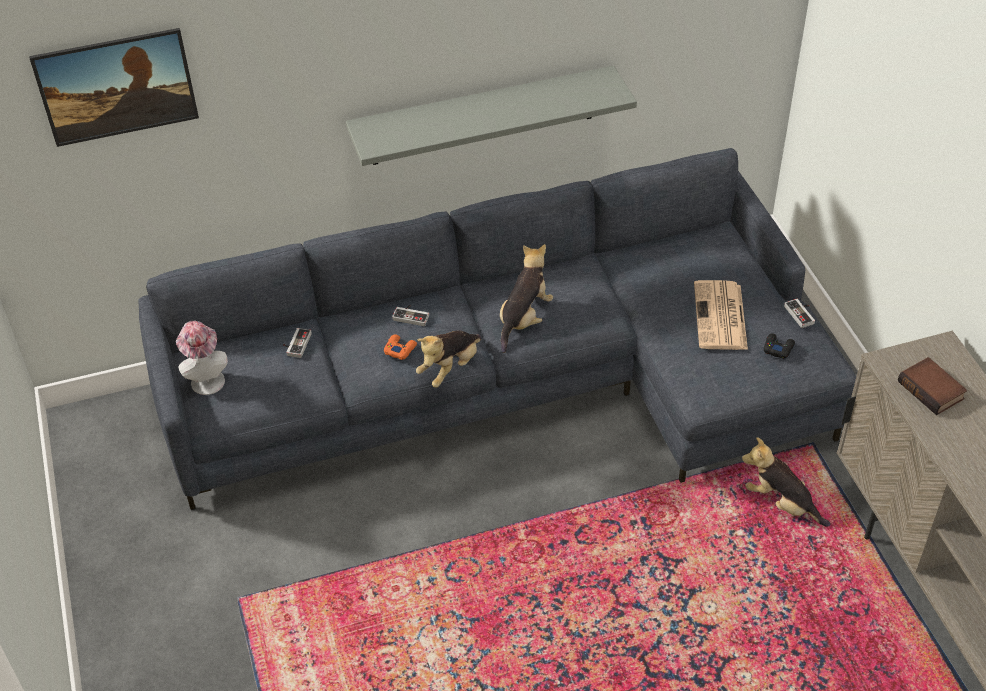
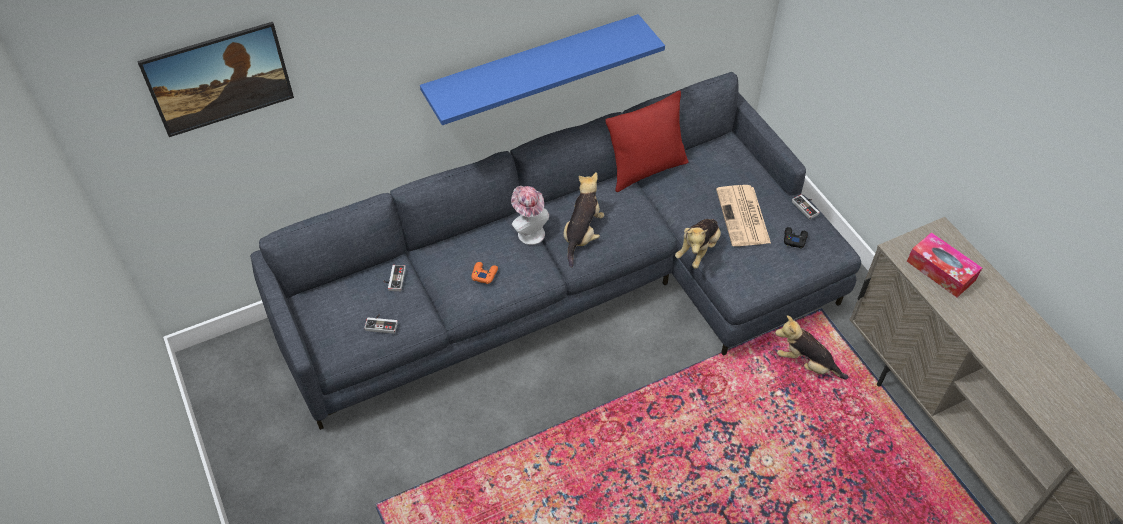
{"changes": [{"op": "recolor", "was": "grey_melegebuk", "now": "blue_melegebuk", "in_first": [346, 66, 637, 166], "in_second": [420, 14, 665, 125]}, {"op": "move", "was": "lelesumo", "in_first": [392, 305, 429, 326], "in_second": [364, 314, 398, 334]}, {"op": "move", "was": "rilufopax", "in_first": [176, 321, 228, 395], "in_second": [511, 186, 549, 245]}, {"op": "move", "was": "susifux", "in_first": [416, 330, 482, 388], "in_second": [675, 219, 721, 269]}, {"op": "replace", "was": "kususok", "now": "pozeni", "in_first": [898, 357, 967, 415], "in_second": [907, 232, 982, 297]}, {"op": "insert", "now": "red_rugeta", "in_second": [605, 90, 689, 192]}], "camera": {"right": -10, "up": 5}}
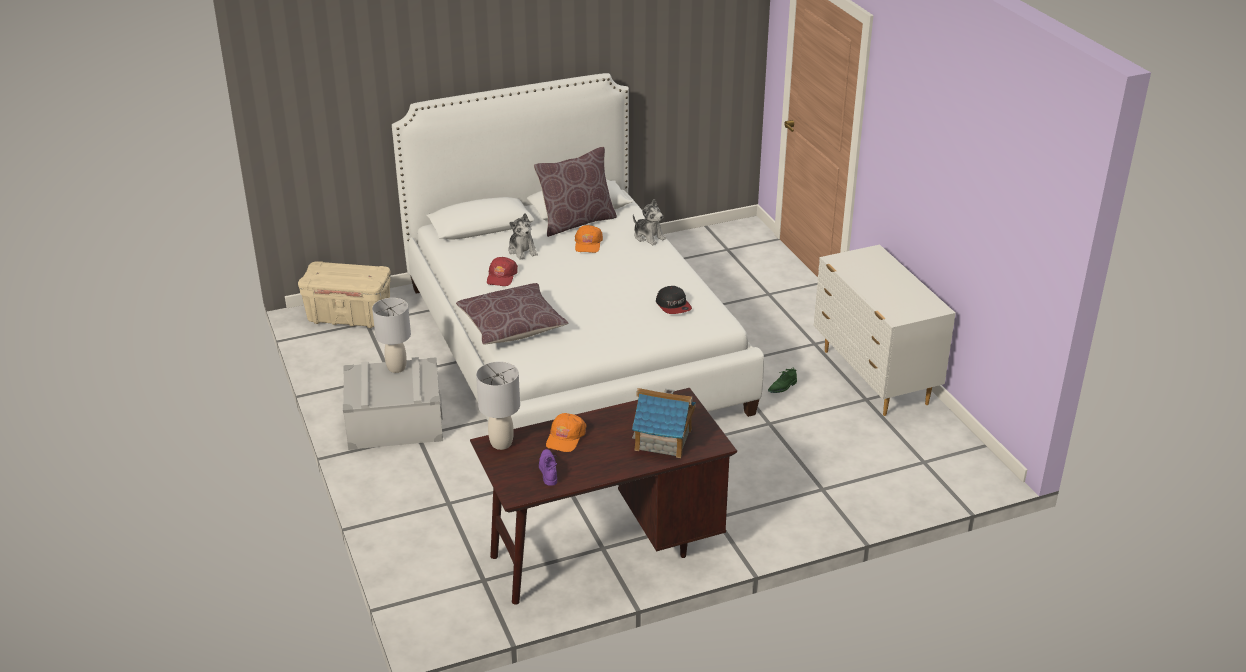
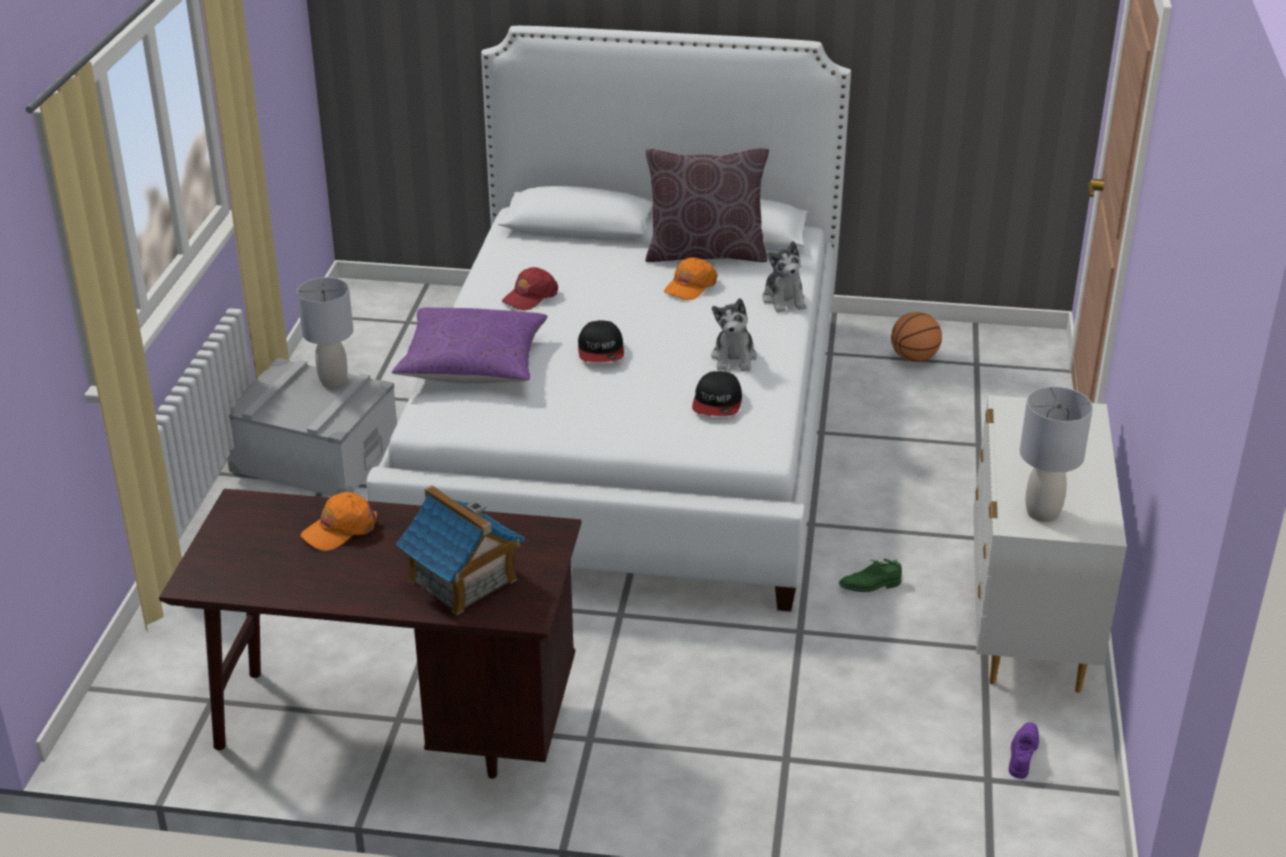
{"changes": [{"op": "move", "was": "susifux", "in_first": [508, 213, 538, 260], "in_second": [711, 298, 757, 371]}, {"op": "delete", "was": "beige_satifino", "in_first": [298, 261, 391, 328]}, {"op": "recolor", "was": "brown_rugeta", "now": "purple_rugeta", "in_first": [456, 283, 568, 345], "in_second": [392, 307, 548, 384]}, {"op": "move", "was": "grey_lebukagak", "in_first": [476, 361, 520, 450], "in_second": [1020, 387, 1093, 522]}, {"op": "move", "was": "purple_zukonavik", "in_first": [539, 449, 557, 486], "in_second": [1009, 722, 1039, 779]}, {"op": "insert", "now": "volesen", "in_second": [891, 312, 942, 362]}, {"op": "insert", "now": "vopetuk", "in_second": [578, 320, 624, 362]}], "camera": {"right": 30, "up": 0}}
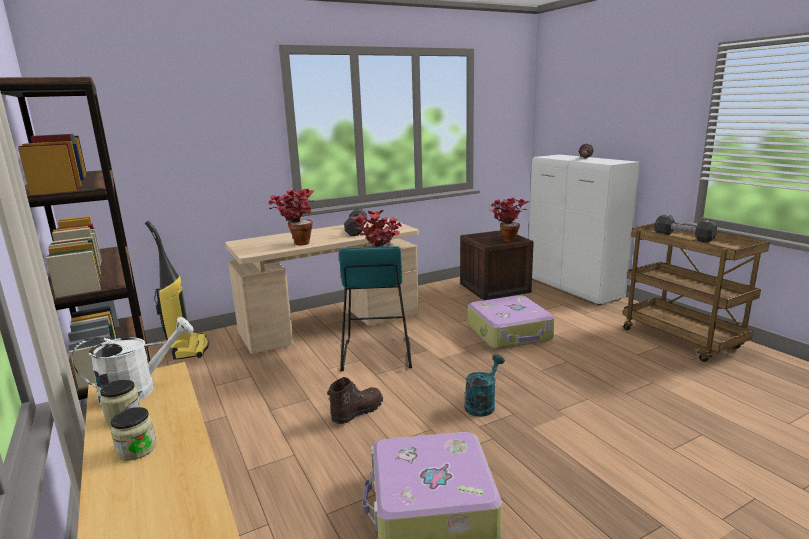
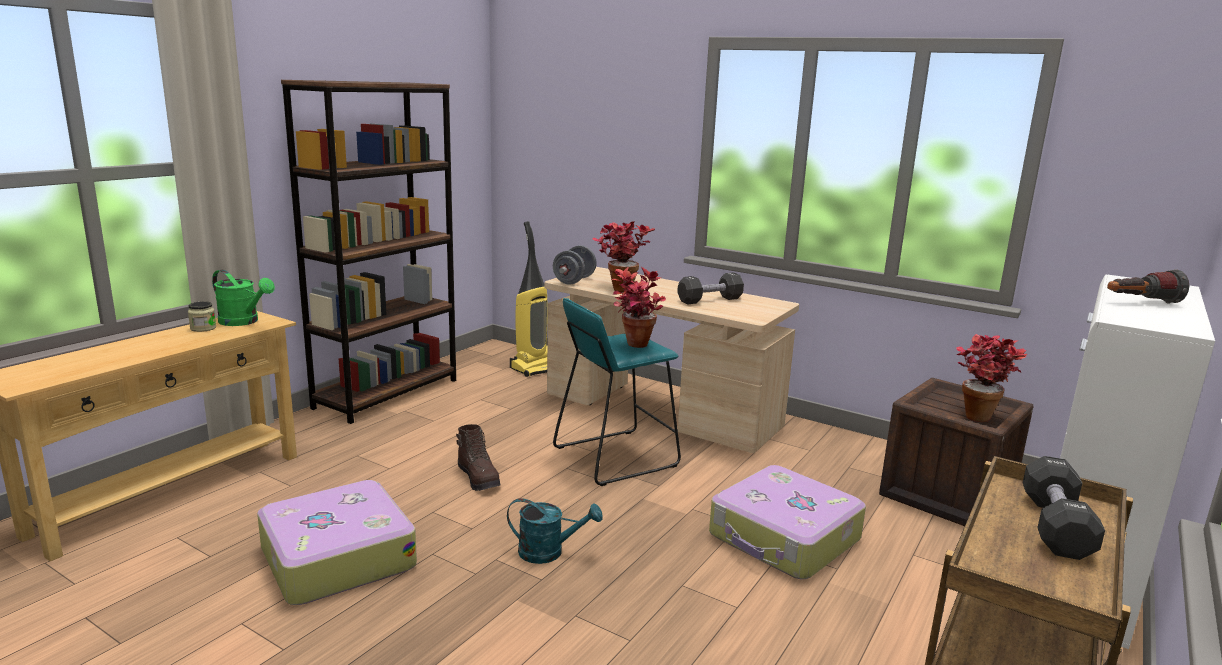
{"changes": [{"op": "recolor", "was": "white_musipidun", "now": "green_musipidun", "in_first": [72, 317, 194, 404], "in_second": [212, 270, 275, 326]}, {"op": "rotate", "was": "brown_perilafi", "in_first": [327, 377, 383, 424], "in_second": [456, 424, 501, 491], "clockwise": 45}, {"op": "delete", "was": "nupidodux", "in_first": [110, 407, 157, 461]}, {"op": "insert", "now": "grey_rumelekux", "in_second": [553, 245, 596, 285]}], "camera": {"right": 60, "up": 0}}
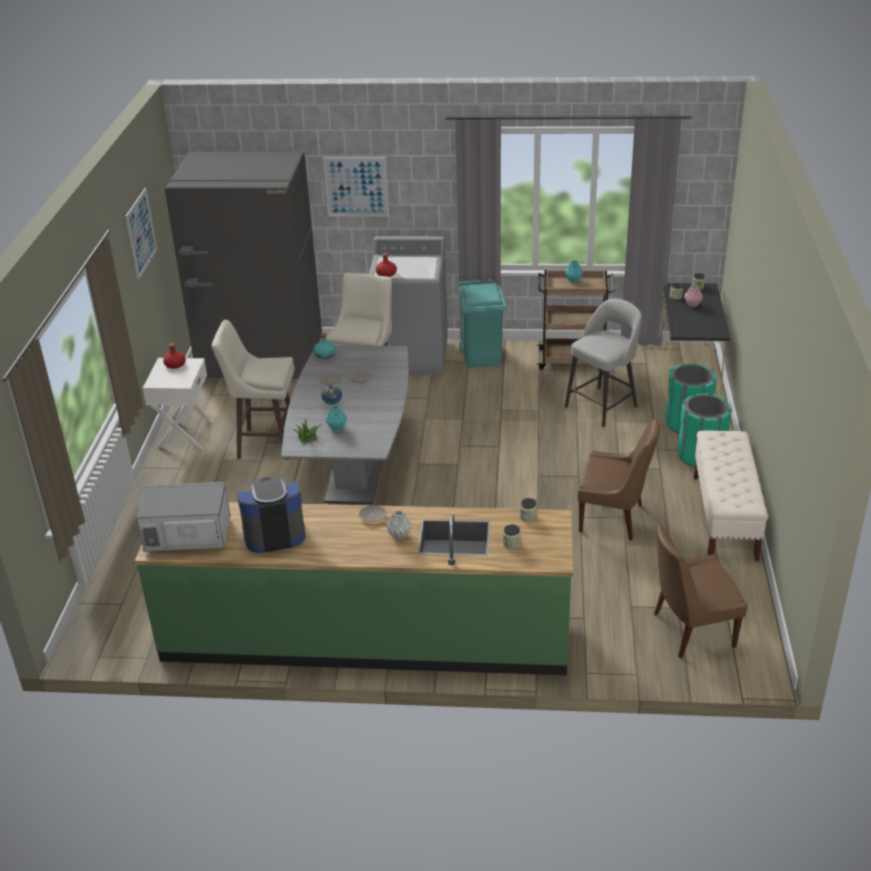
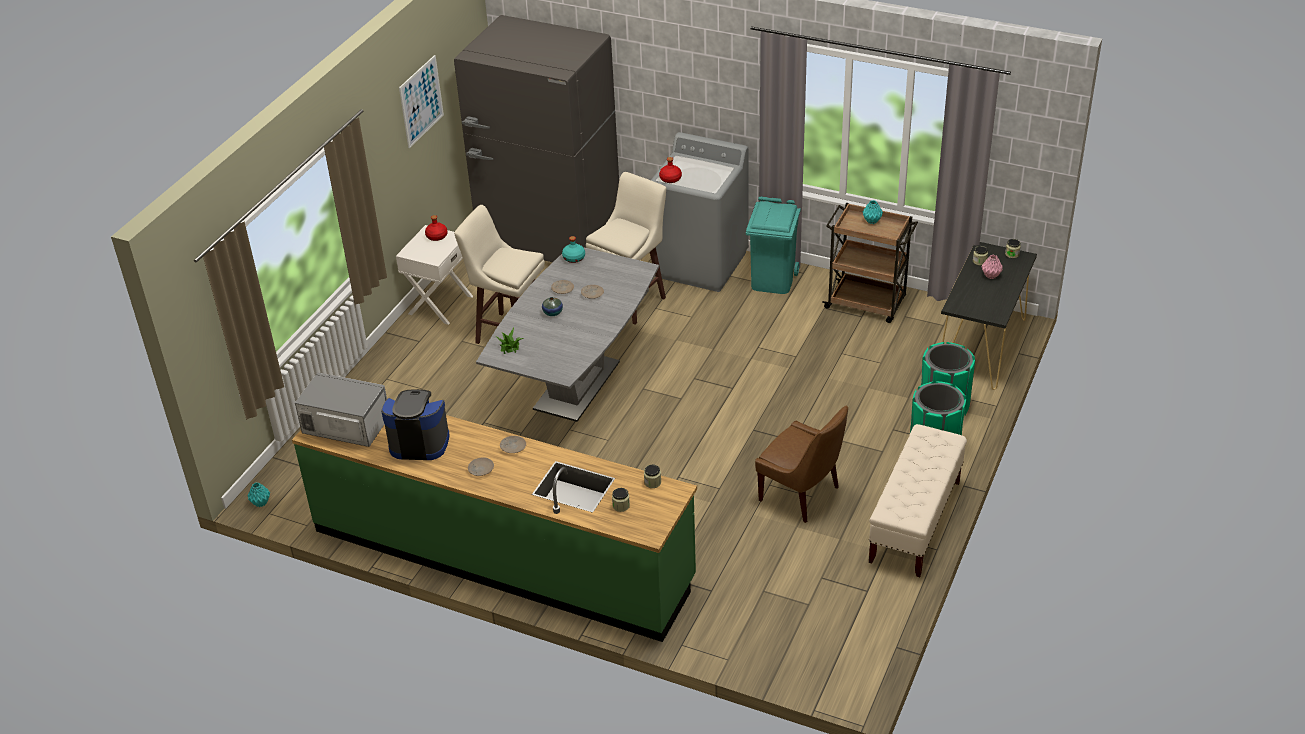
{"changes": [{"op": "delete", "was": "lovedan", "in_first": [323, 157, 389, 217]}, {"op": "delete", "was": "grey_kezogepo", "in_first": [565, 299, 642, 427]}, {"op": "move", "was": "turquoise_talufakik", "in_first": [326, 406, 347, 431], "in_second": [248, 483, 270, 507]}, {"op": "delete", "was": "grey_talufakik", "in_first": [386, 510, 412, 540]}, {"op": "delete", "was": "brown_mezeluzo", "in_first": [654, 524, 748, 659]}, {"op": "insert", "now": "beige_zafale", "in_second": [468, 457, 494, 476]}], "camera": {"right": 20, "up": 5}}
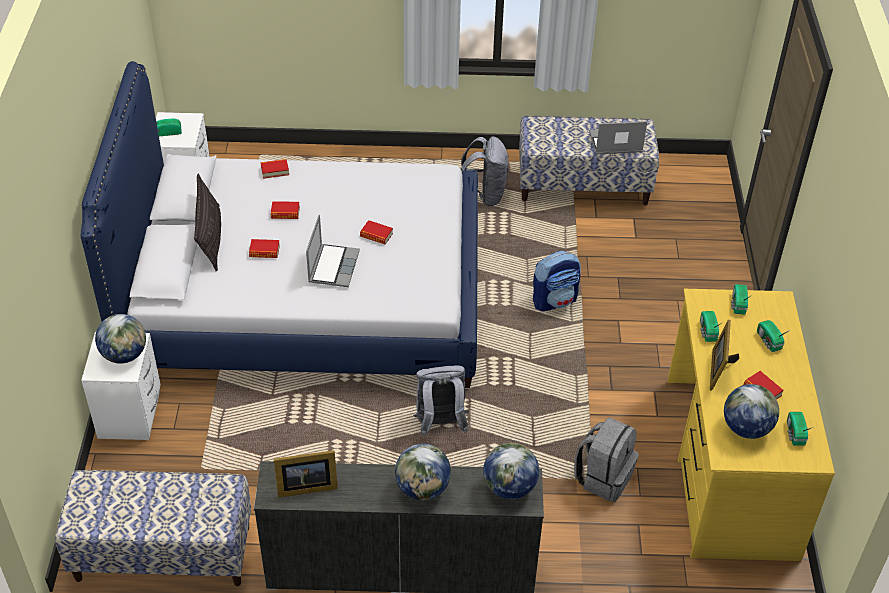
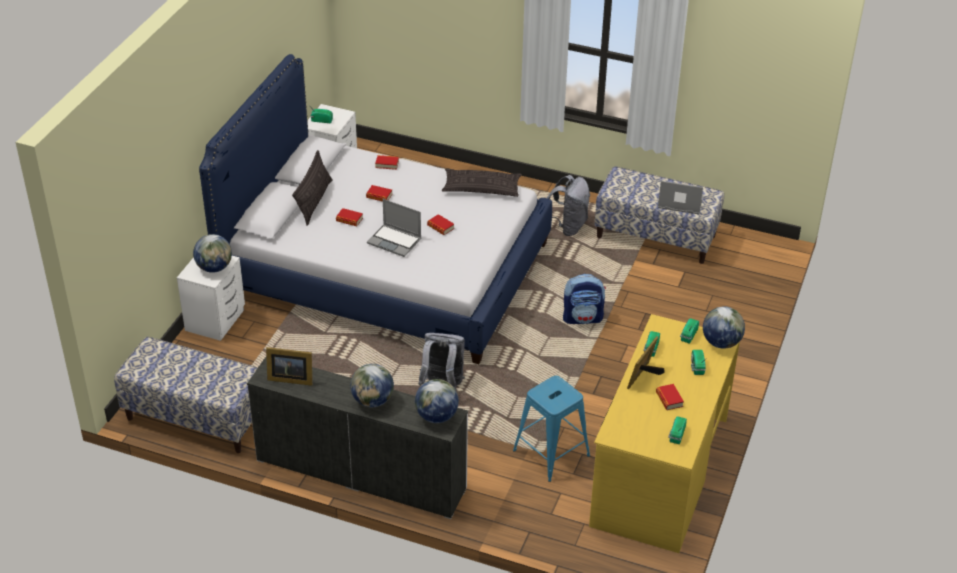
{"changes": [{"op": "rotate", "was": "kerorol", "in_first": [306, 215, 360, 287], "in_second": [367, 199, 421, 257], "clockwise": 90}, {"op": "move", "was": "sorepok", "in_first": [724, 384, 779, 439], "in_second": [703, 306, 745, 349]}, {"op": "replace", "was": "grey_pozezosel", "now": "blue_kezogepo", "in_first": [574, 417, 639, 502], "in_second": [513, 376, 590, 482]}, {"op": "insert", "now": "rugeta", "in_second": [442, 168, 522, 197]}], "camera": {"right": 20, "up": -5}}
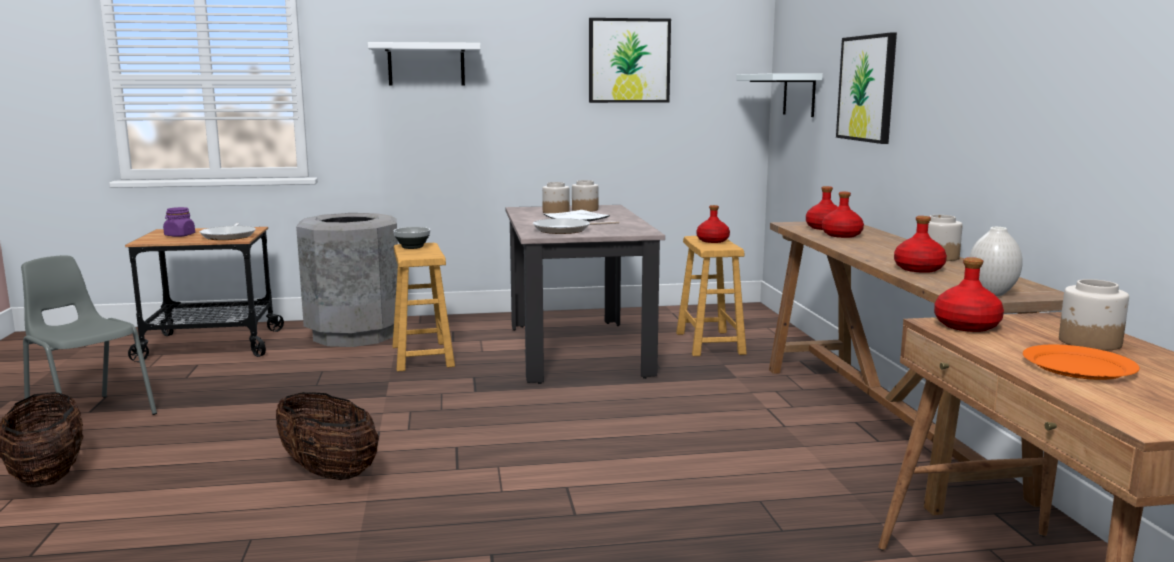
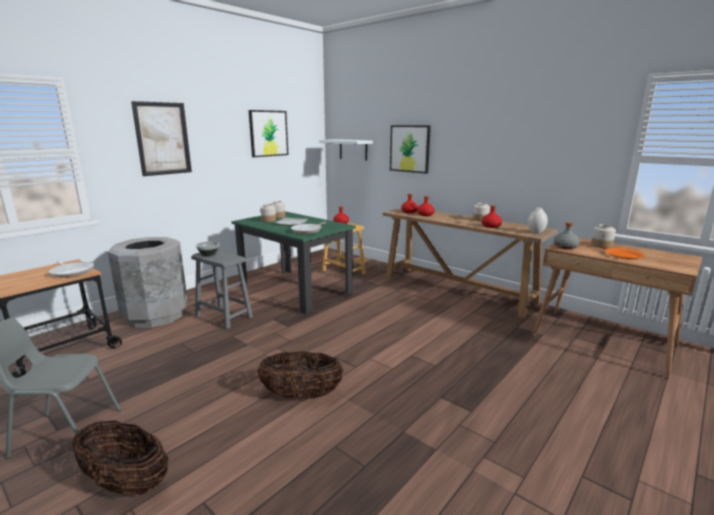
{"changes": [{"op": "replace", "was": "white_melegebuk", "now": "lovedan", "in_first": [368, 42, 481, 86], "in_second": [131, 101, 192, 176]}, {"op": "recolor", "was": "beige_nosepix", "now": "green_nosepix", "in_first": [505, 205, 665, 384], "in_second": [231, 211, 356, 314]}, {"op": "delete", "was": "purple_nupidodux", "in_first": [163, 207, 195, 237]}, {"op": "recolor", "was": "brown_kezogepo", "now": "grey_kezogepo", "in_first": [392, 243, 455, 372], "in_second": [191, 250, 253, 329]}, {"op": "recolor", "was": "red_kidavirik", "now": "grey_kidavirik", "in_first": [934, 257, 1004, 332], "in_second": [554, 222, 580, 250]}], "camera": {"right": -40, "up": 5}}
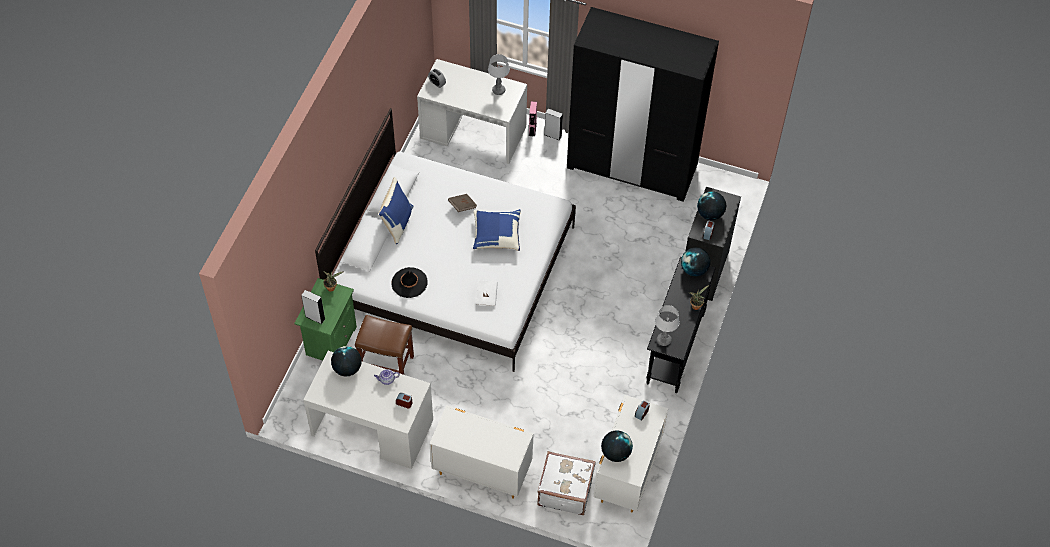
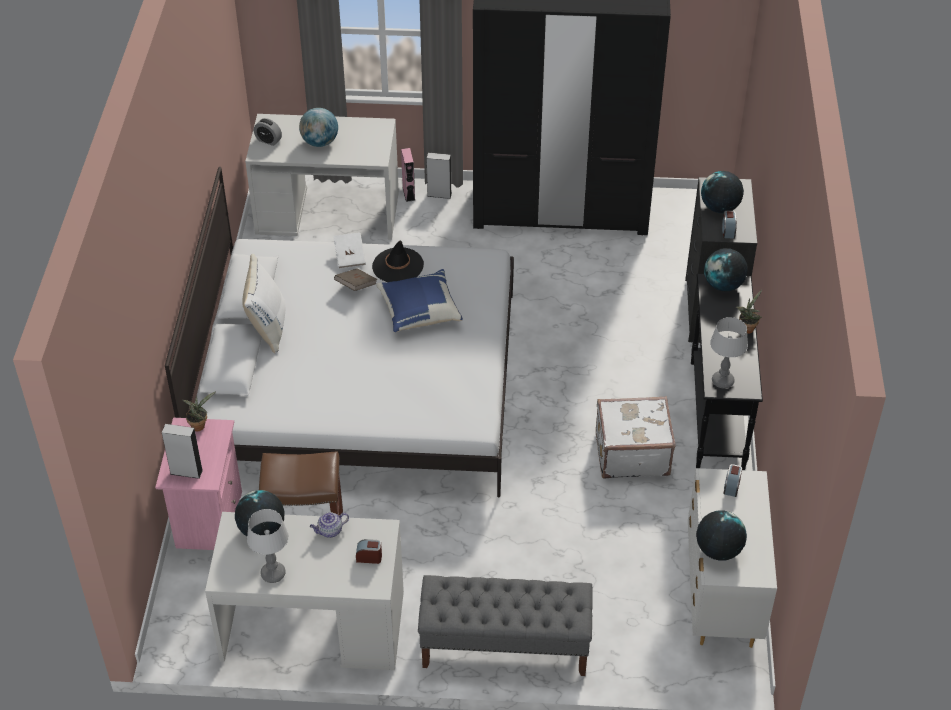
{"changes": [{"op": "move", "was": "lebukagak", "in_first": [488, 54, 510, 95], "in_second": [247, 509, 289, 583]}, {"op": "recolor", "was": "blue_rugeta", "now": "white_rugeta", "in_first": [378, 177, 414, 244], "in_second": [242, 254, 285, 353]}, {"op": "move", "was": "black_rilufopax", "in_first": [391, 267, 428, 298], "in_second": [372, 240, 424, 282]}, {"op": "recolor", "was": "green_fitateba", "now": "pink_fitateba", "in_first": [294, 278, 357, 361], "in_second": [155, 418, 242, 550]}, {"op": "move", "was": "white_kususok", "in_first": [476, 280, 498, 306], "in_second": [334, 232, 366, 269]}, {"op": "replace", "was": "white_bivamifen", "now": "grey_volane", "in_first": [429, 405, 534, 499], "in_second": [418, 575, 593, 676]}, {"op": "move", "was": "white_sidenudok", "in_first": [537, 451, 595, 515], "in_second": [596, 396, 676, 479]}, {"op": "insert", "now": "sorepok", "in_second": [299, 108, 338, 147]}], "camera": {"right": -15, "up": -10}}
